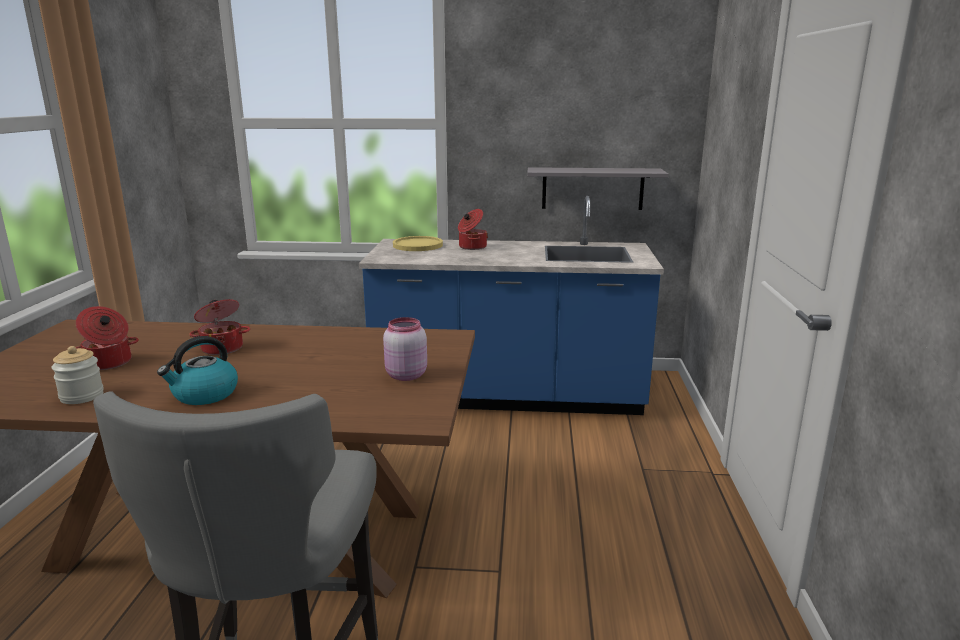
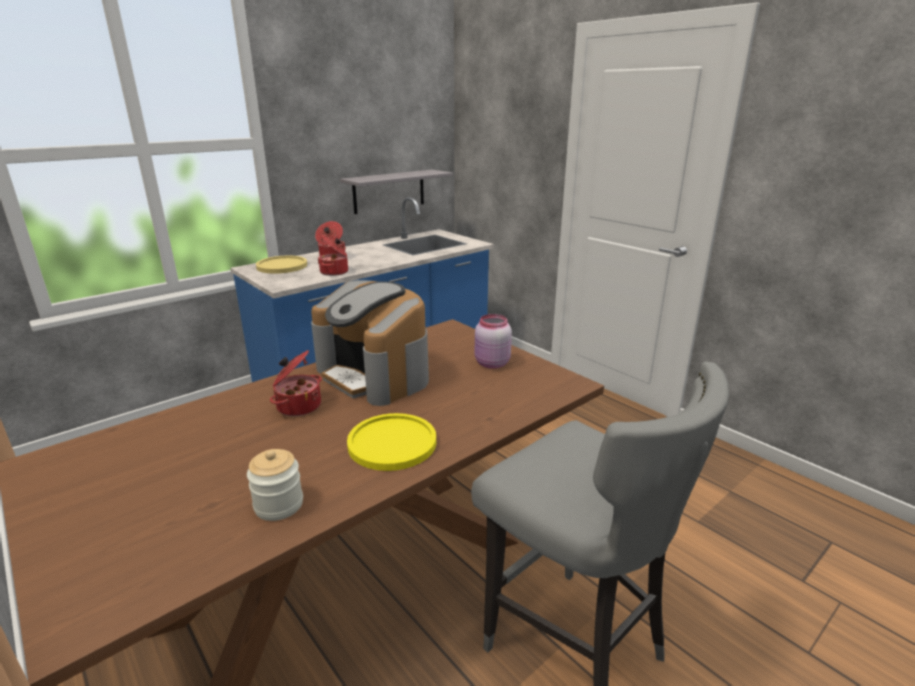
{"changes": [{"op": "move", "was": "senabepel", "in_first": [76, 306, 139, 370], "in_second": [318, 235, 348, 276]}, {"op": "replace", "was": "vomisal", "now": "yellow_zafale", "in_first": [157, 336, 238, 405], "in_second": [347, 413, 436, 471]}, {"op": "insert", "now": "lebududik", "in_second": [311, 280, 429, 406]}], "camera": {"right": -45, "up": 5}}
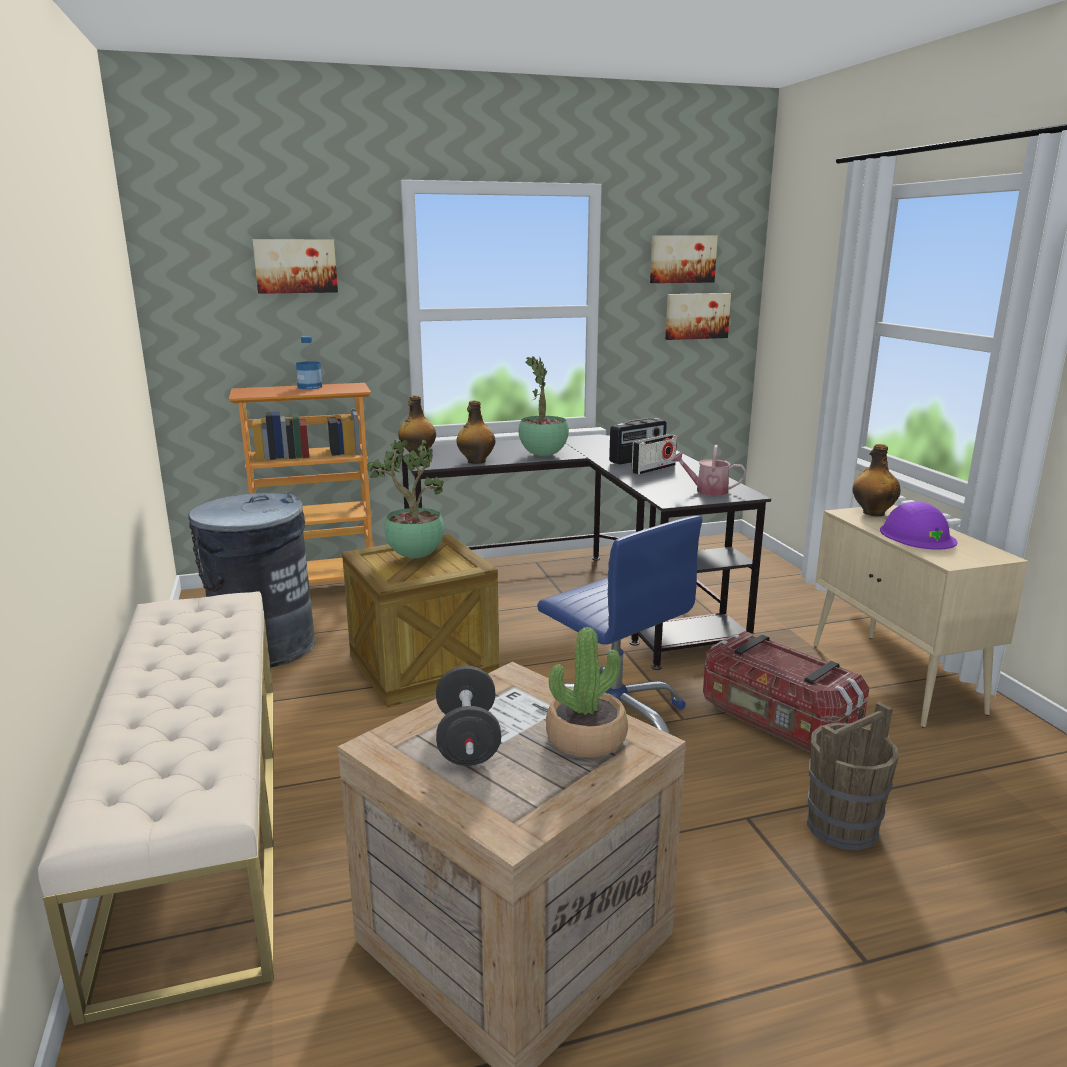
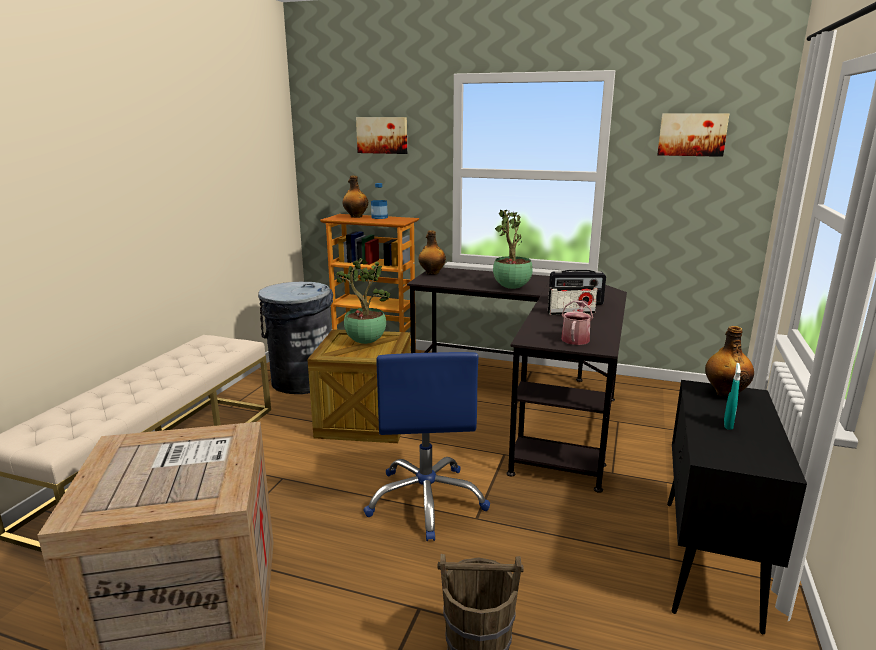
{"changes": [{"op": "delete", "was": "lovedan", "in_first": [665, 293, 731, 340]}, {"op": "move", "was": "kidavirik", "in_first": [456, 401, 496, 464], "in_second": [343, 176, 368, 218]}, {"op": "rotate", "was": "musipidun", "in_first": [671, 445, 746, 496], "in_second": [561, 300, 593, 345], "clockwise": 60}, {"op": "replace", "was": "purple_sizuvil", "now": "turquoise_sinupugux", "in_first": [880, 501, 957, 550], "in_second": [724, 363, 741, 430]}, {"op": "recolor", "was": "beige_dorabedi", "now": "black_dorabedi", "in_first": [813, 504, 1028, 728], "in_second": [667, 380, 807, 635]}, {"op": "delete", "was": "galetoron", "in_first": [546, 627, 628, 757]}, {"op": "delete", "was": "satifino", "in_first": [703, 631, 869, 753]}, {"op": "delete", "was": "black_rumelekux", "in_first": [436, 666, 501, 766]}], "camera": {"right": 35, "up": 0}}
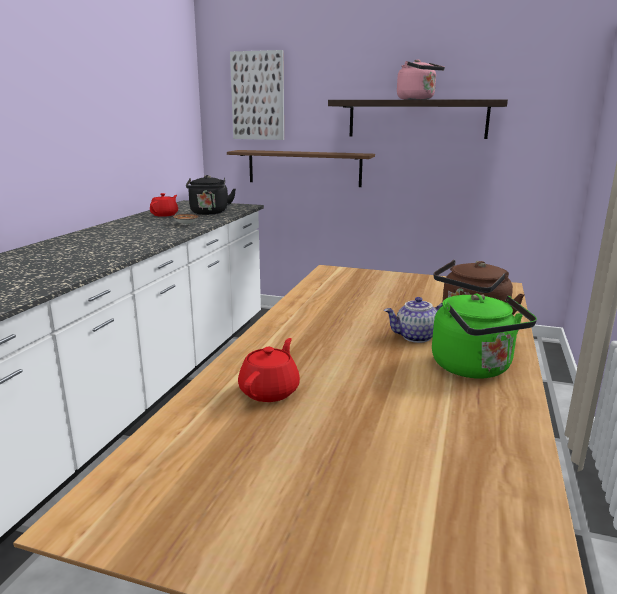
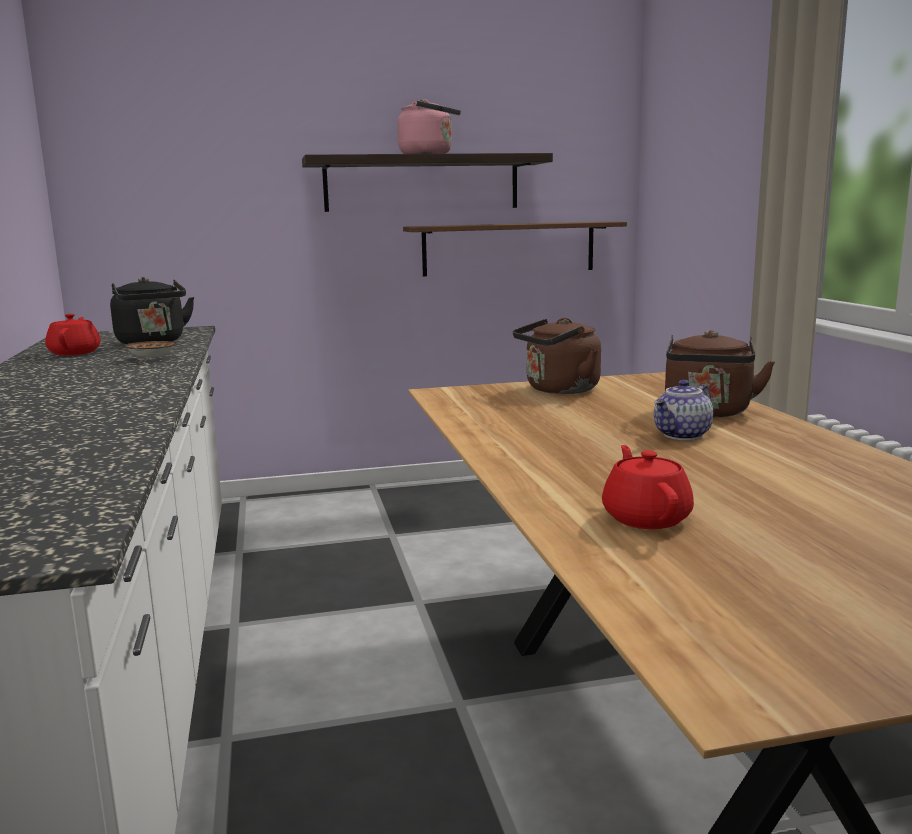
{"changes": [{"op": "delete", "was": "lovedan", "in_first": [230, 50, 284, 140]}, {"op": "move", "was": "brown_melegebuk", "in_first": [227, 150, 375, 187], "in_second": [403, 221, 627, 276]}, {"op": "delete", "was": "green_vomisal", "in_first": [432, 293, 537, 379]}, {"op": "insert", "now": "brown_vomisal", "in_second": [513, 318, 601, 394]}], "camera": {"right": -30, "up": -5}}
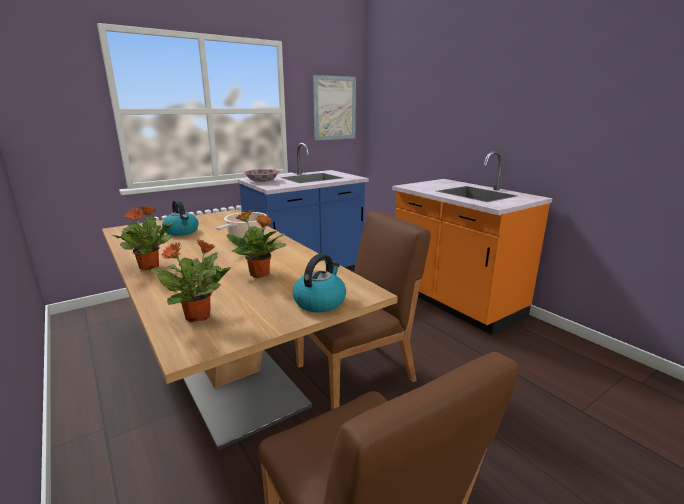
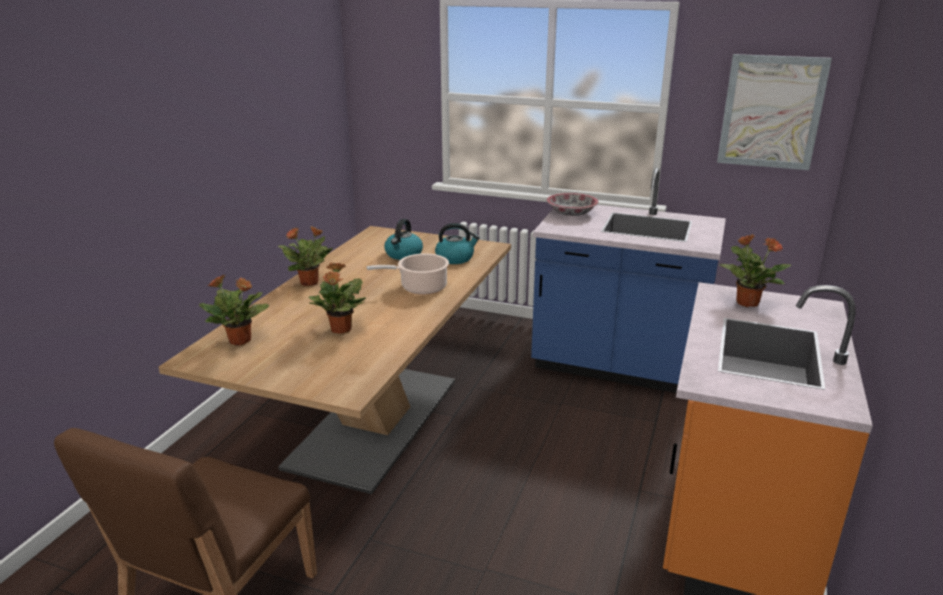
{"changes": [{"op": "delete", "was": "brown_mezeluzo", "in_first": [295, 211, 431, 410]}, {"op": "move", "was": "vomisal", "in_first": [293, 254, 346, 313], "in_second": [435, 223, 480, 264]}, {"op": "insert", "now": "galetoron", "in_second": [719, 234, 791, 307]}], "camera": {"right": 55, "up": 5}}
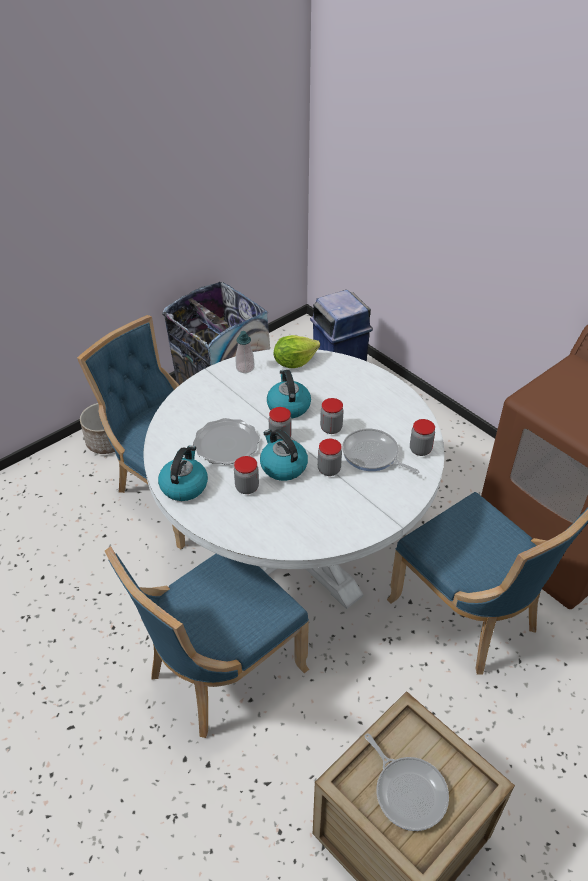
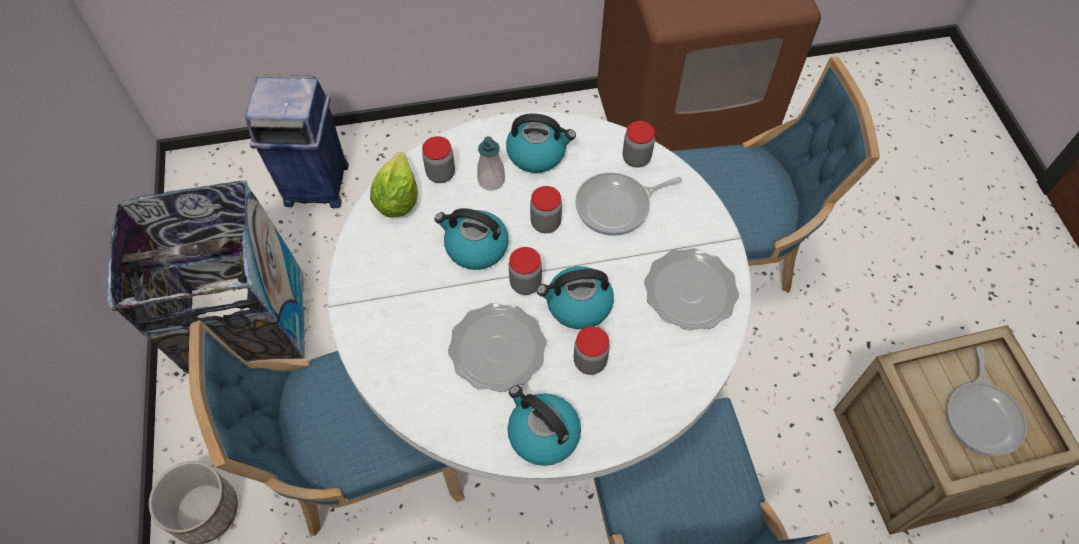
{"changes": [{"op": "move", "was": "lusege", "in_first": [236, 331, 255, 373], "in_second": [477, 136, 505, 191]}, {"op": "move", "was": "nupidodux", "in_first": [318, 439, 342, 476], "in_second": [422, 136, 455, 183]}, {"op": "rotate", "was": "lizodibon", "in_first": [365, 733, 449, 831], "in_second": [947, 347, 1027, 456], "clockwise": 105}, {"op": "insert", "now": "vomisal", "in_second": [506, 113, 576, 173]}, {"op": "insert", "now": "zafale", "in_second": [644, 248, 739, 330]}], "camera": {"right": -60, "up": 15}}
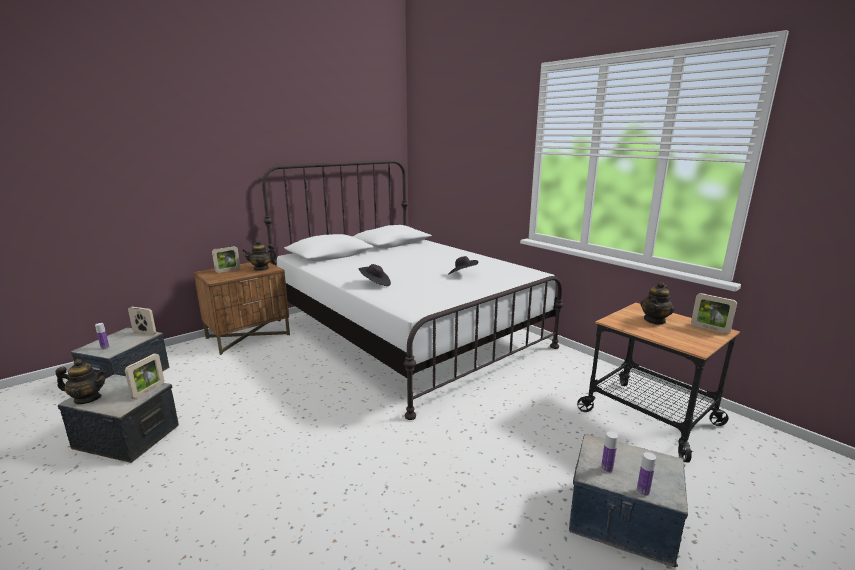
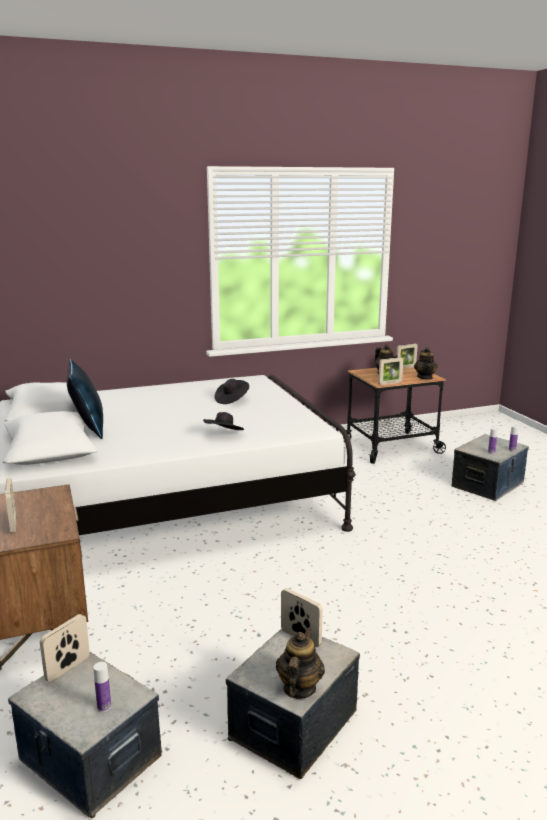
{"changes": [{"op": "move", "was": "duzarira", "in_first": [242, 240, 277, 271], "in_second": [414, 347, 438, 380]}, {"op": "insert", "now": "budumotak", "in_second": [378, 357, 403, 385]}, {"op": "insert", "now": "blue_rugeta", "in_second": [67, 359, 103, 439]}], "camera": {"right": -70, "up": 0}}
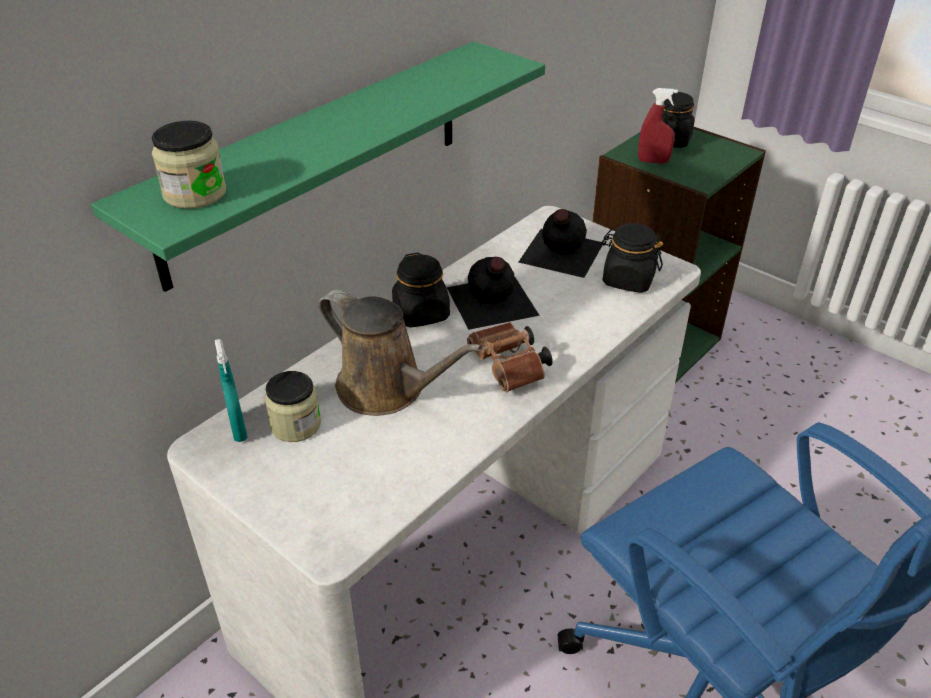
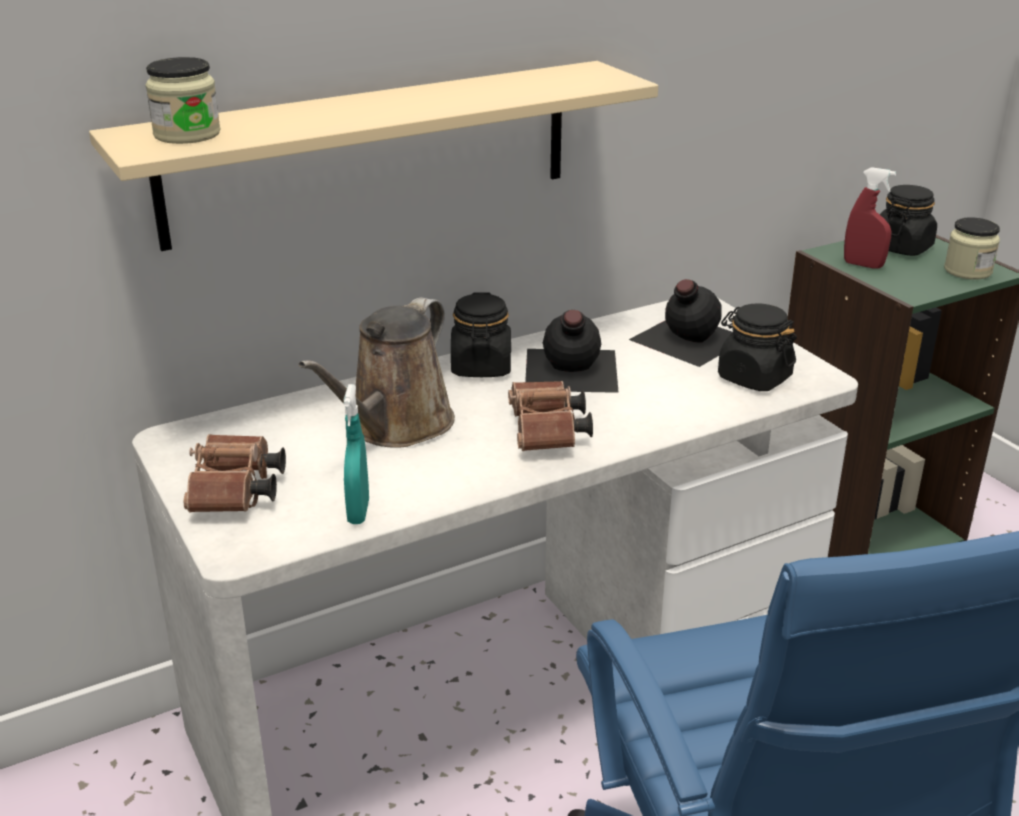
{"changes": [{"op": "recolor", "was": "green_melegebuk", "now": "beige_melegebuk", "in_first": [91, 41, 545, 292], "in_second": [89, 61, 658, 251]}, {"op": "rotate", "was": "brown_musipidun", "in_first": [319, 290, 483, 416], "in_second": [298, 297, 455, 448], "clockwise": 60}, {"op": "move", "was": "turquoise_sinupugux", "in_first": [215, 339, 248, 442], "in_second": [344, 384, 369, 524]}, {"op": "move", "was": "nupidodux", "in_first": [265, 371, 321, 442], "in_second": [944, 217, 1000, 280]}, {"op": "insert", "now": "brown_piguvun", "in_second": [184, 434, 286, 512]}], "camera": {"right": 20, "up": -10}}
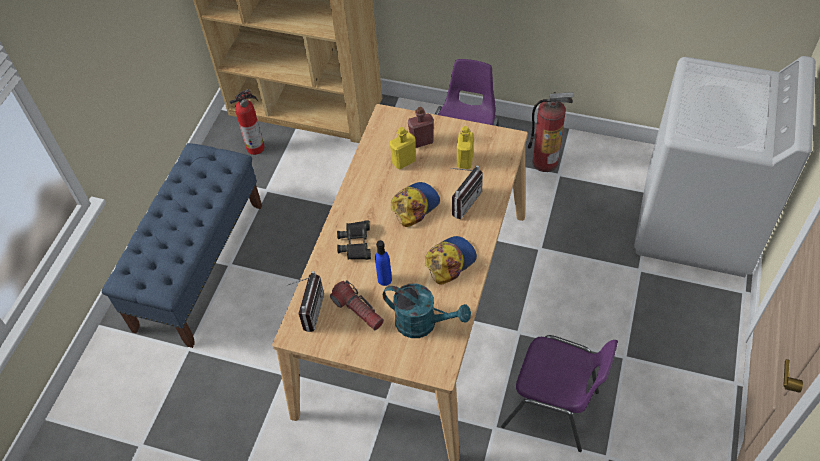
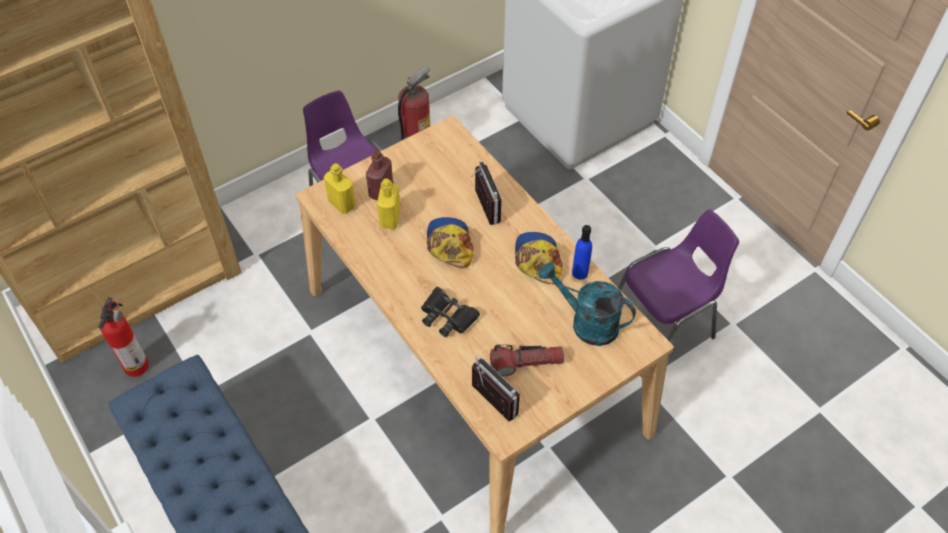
{"changes": [{"op": "move", "was": "yellow_kidavirik", "in_first": [457, 126, 474, 169], "in_second": [324, 163, 356, 214]}, {"op": "move", "was": "blue_kidavirik", "in_first": [375, 240, 392, 286], "in_second": [572, 225, 592, 280]}, {"op": "rotate", "was": "turquoise_musipidun", "in_first": [383, 284, 471, 338], "in_second": [539, 262, 636, 346], "clockwise": -120}], "camera": {"right": -55, "up": 0}}
